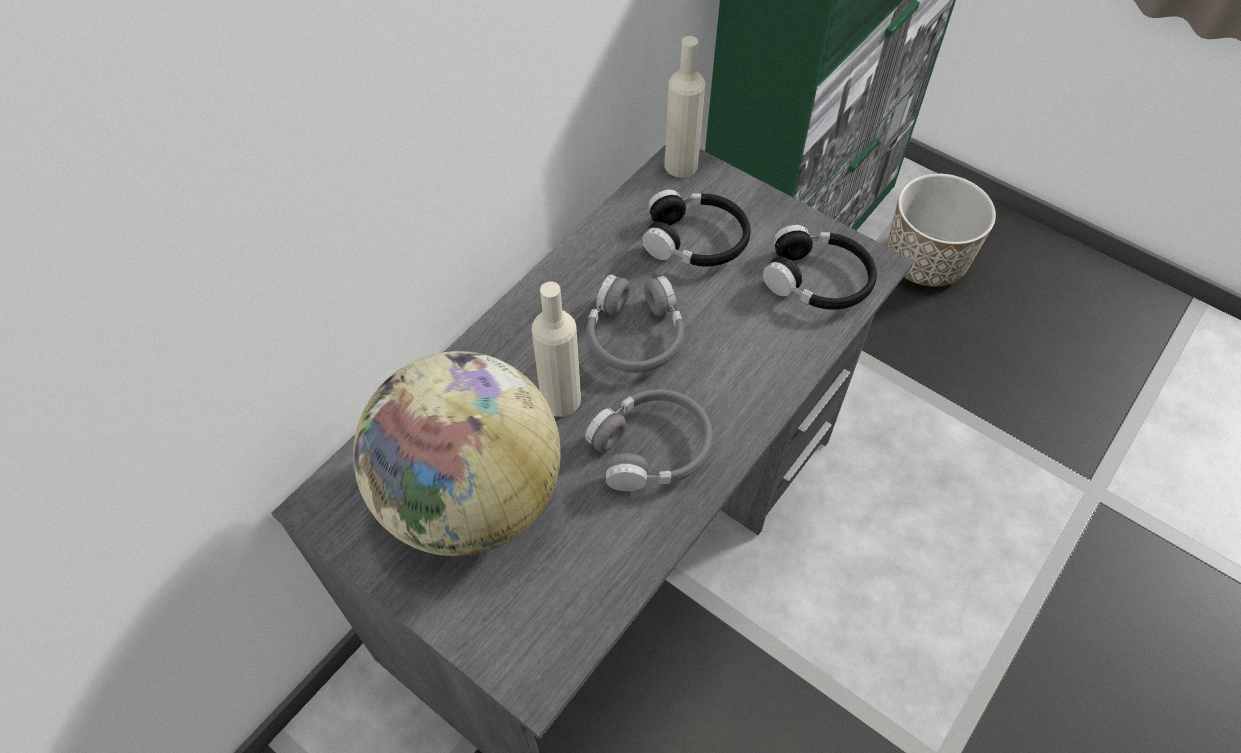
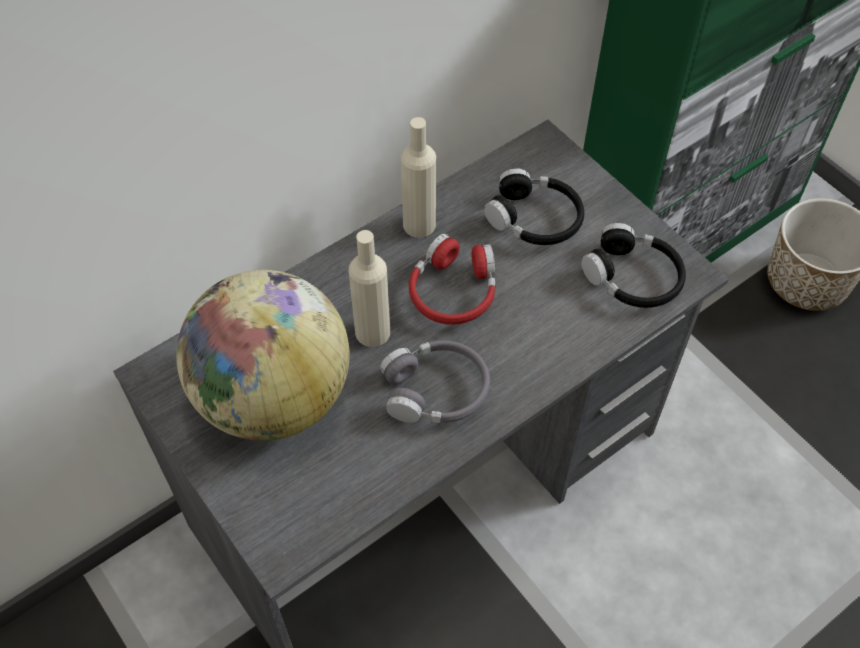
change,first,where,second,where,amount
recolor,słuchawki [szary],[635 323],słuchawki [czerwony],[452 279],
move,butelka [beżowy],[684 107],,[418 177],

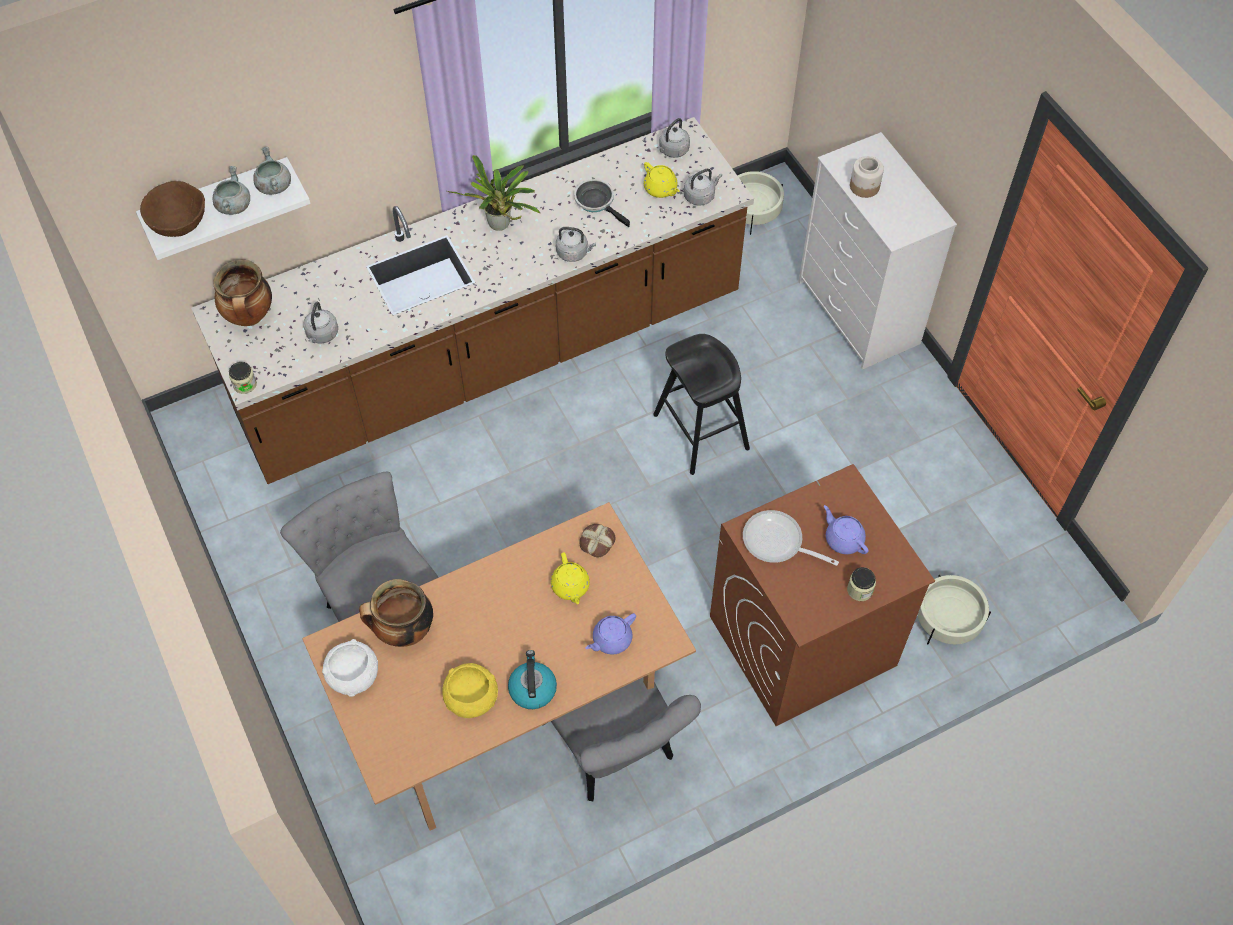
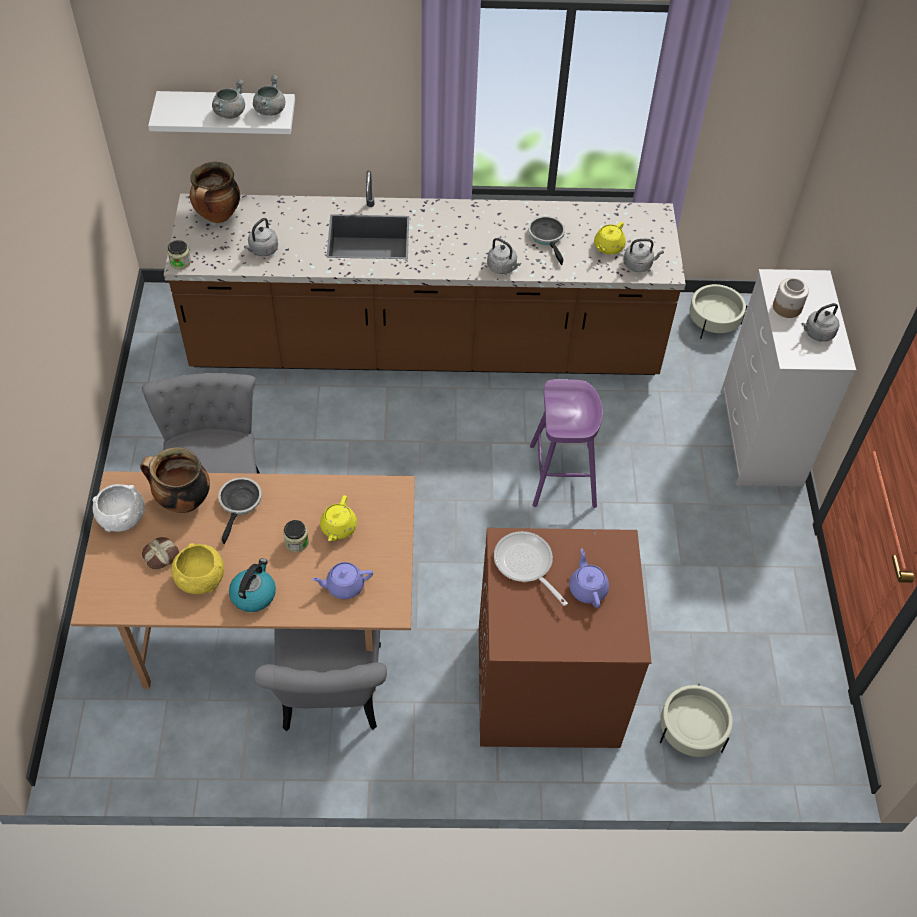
change,first,where,second,where,amount
delete,miska [brązowy],[172 209],,,
delete,roślina doniczkowa,[494 193],,,
move,chleb,[597 541],,[160 553],
rotate,imbryk [żółty],[662 180],,[610 238],45 degrees clockwise
recolor,stołek [czarny],[701 404],stołek [fioletowy],[566 443],
move,czajnik [szary],[673 138],,[820 322],
move,słoik,[861 584],,[296 536],
insert,,,patelnia,[240 511],

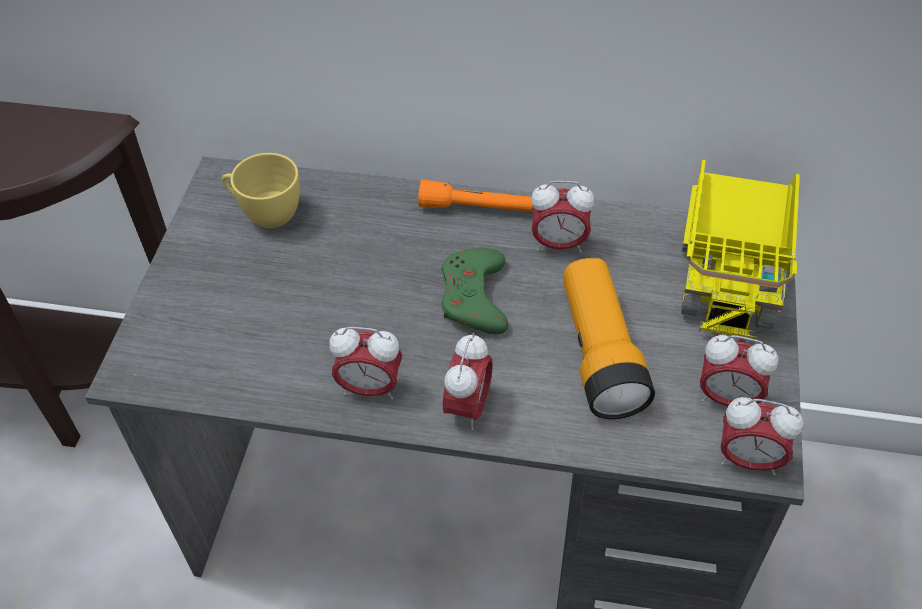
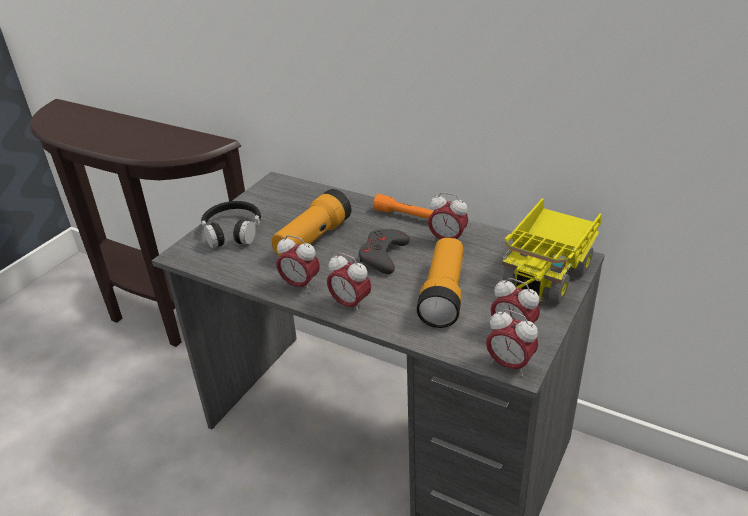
change,first,where,second,where,amount
delete,filiżanka [żółty],[261 190],,,
recolor,pad do gier [zielony],[474 291],pad do gier [szary],[384 251],
rotate,budzik,[468 381],,[349 283],90 degrees clockwise
insert,,,słuchawki [czarny],[231 224],
insert,,,latarka,[312 222],

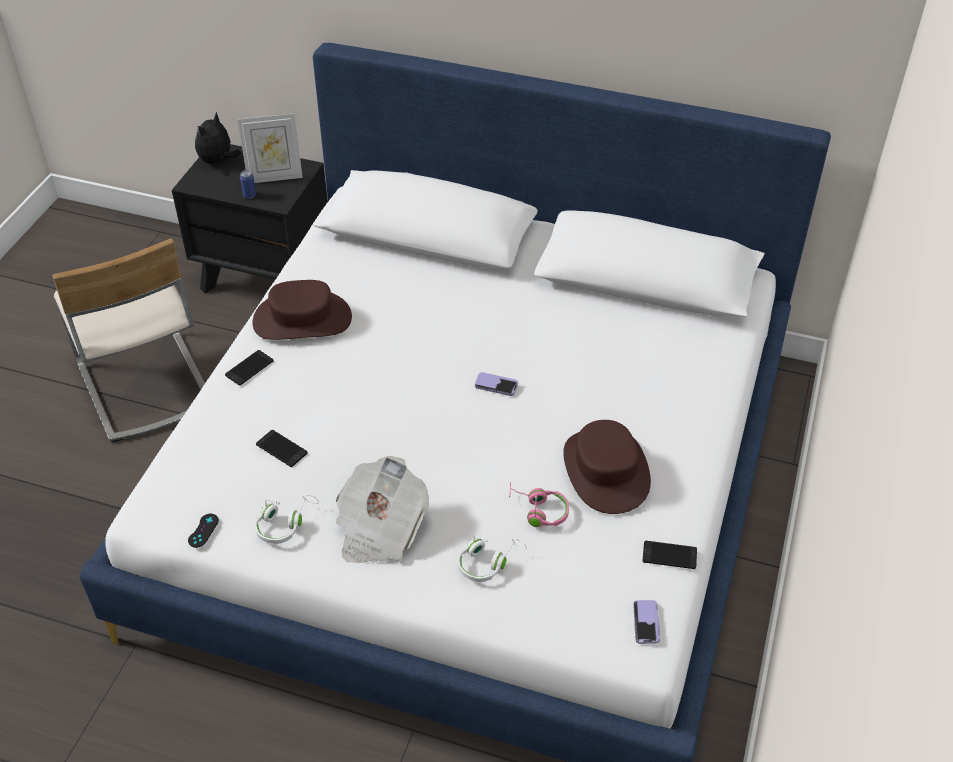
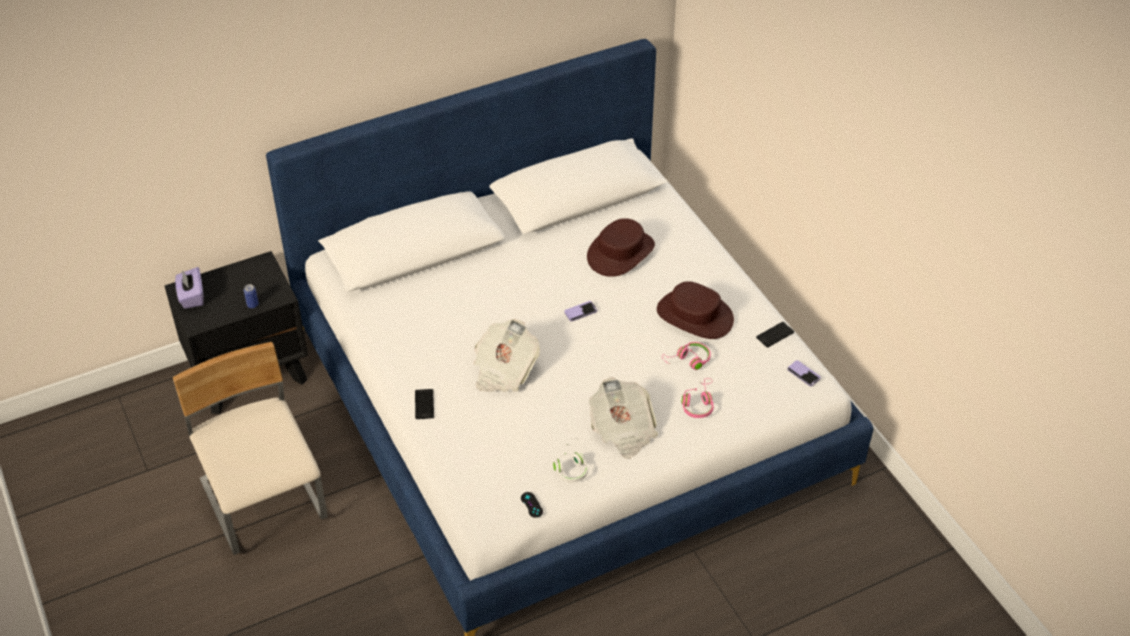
change,first,where,second,where,amount
rotate,krzesło [beżowy],[128 340],,[250 448],135 degrees counterclockwise
replace,pluszak,[218 138],pudełko chusteczek [fioletowy],[189 288],
delete,ramka na zdjęcie,[270 148],,,
move,kapelusz [brązowy],[302 310],,[621 247],
delete,telefon,[282 448],,,
recolor,słuchawki [biały],[492 558],słuchawki [różowy],[698 398],
insert,,,gazeta,[507 355],

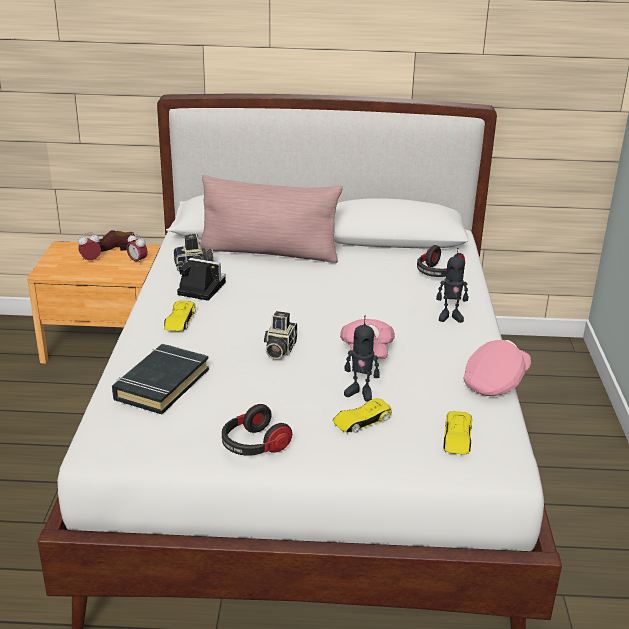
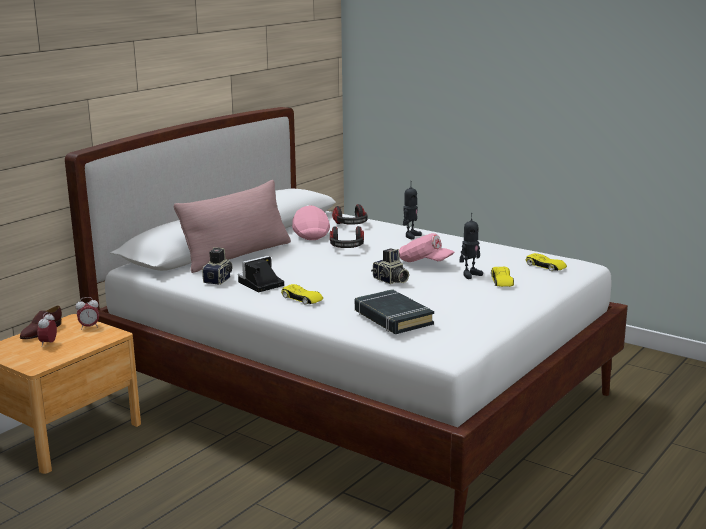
change,first,where,second,where,amount
move,słuchawki,[257 430],,[347 237],
move,czapka z daszkiem [różowy],[497 368],,[311 222],

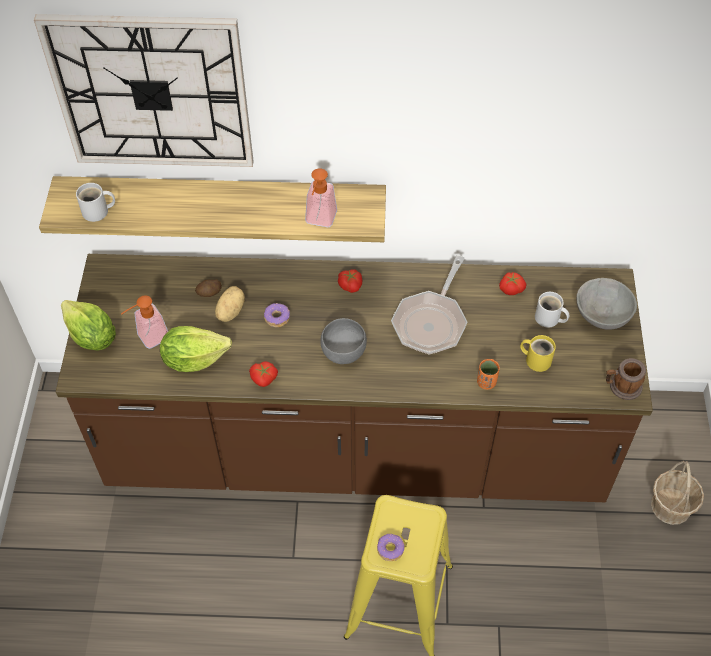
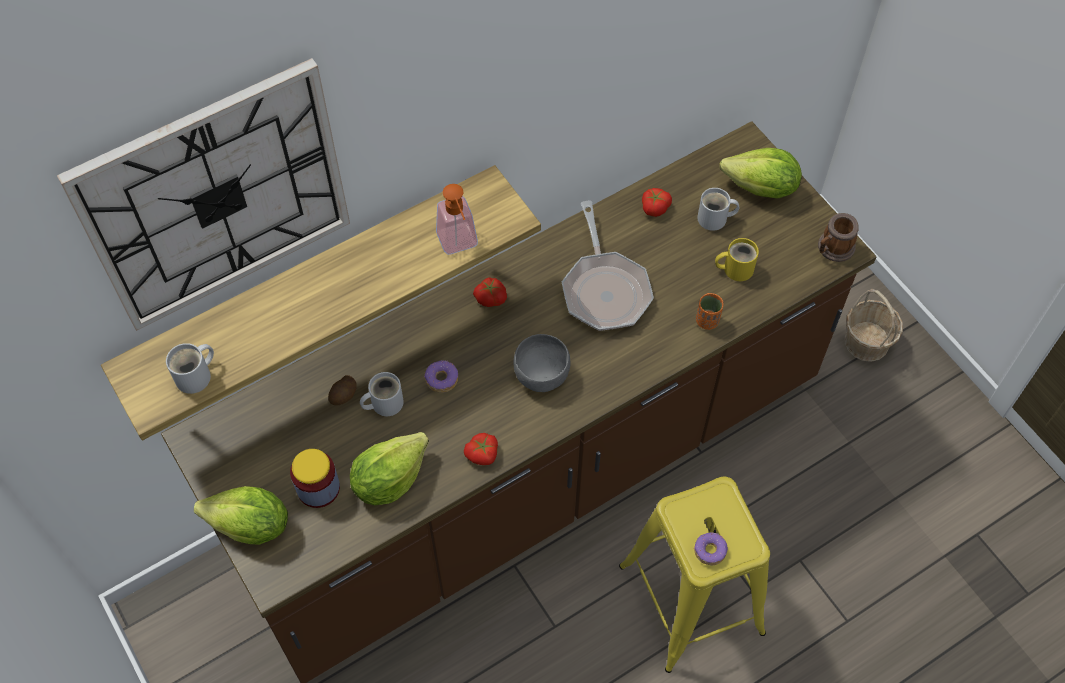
change,first,where,second,where,amount
replace,dozownik mydła,[144 322],słoik,[315 478],
replace,ziemniak,[230 304],kubek [biały],[382 394],
replace,miska [szary],[606 304],sałata,[761 173],

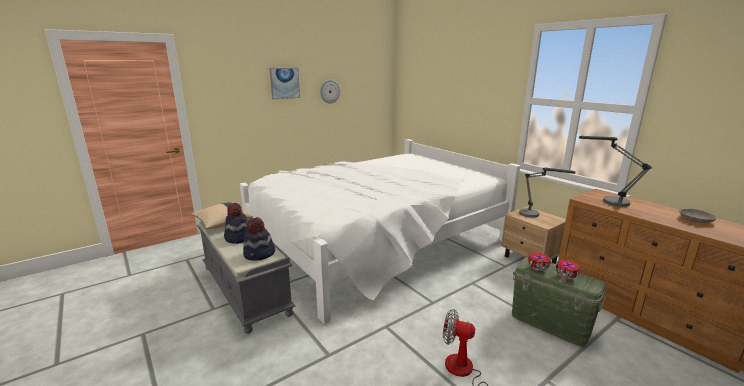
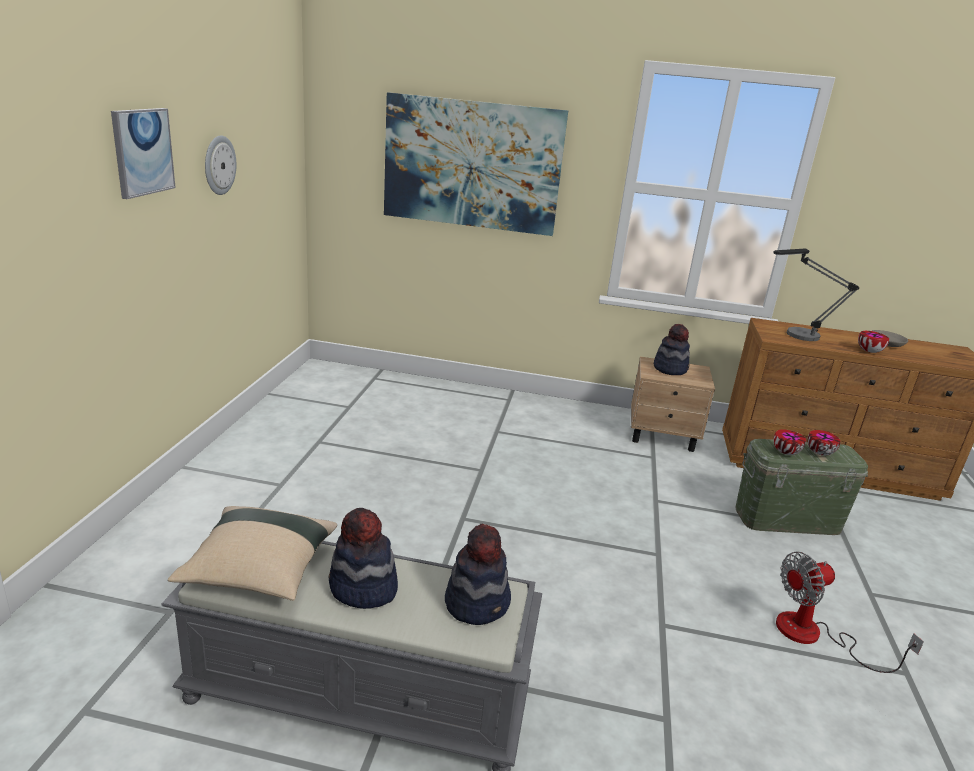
change,first,where,second,where,amount
delete,łóżko [biały],[380 232],,,
replace,lampa stołowa,[547 192],kapelusz,[672 349],
insert,,,obraz,[476 164],
insert,,,miska,[873 342],

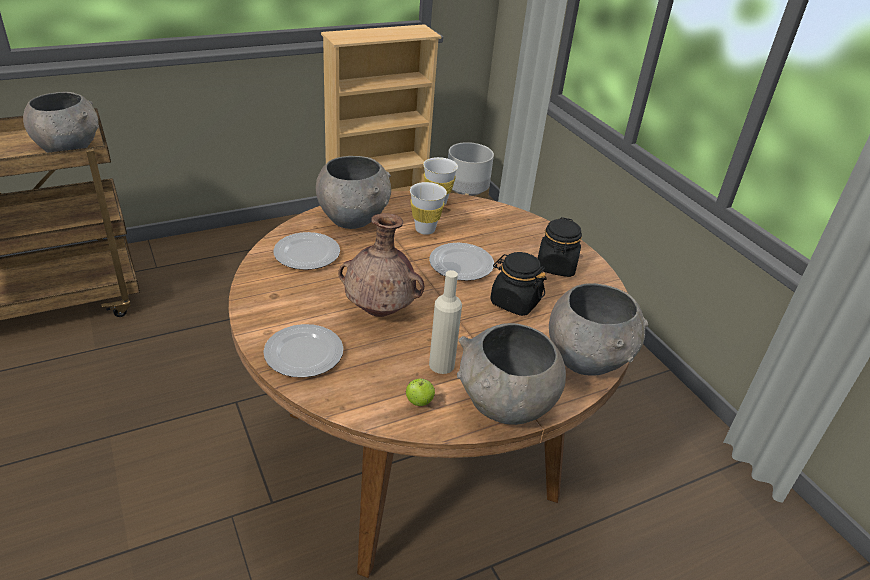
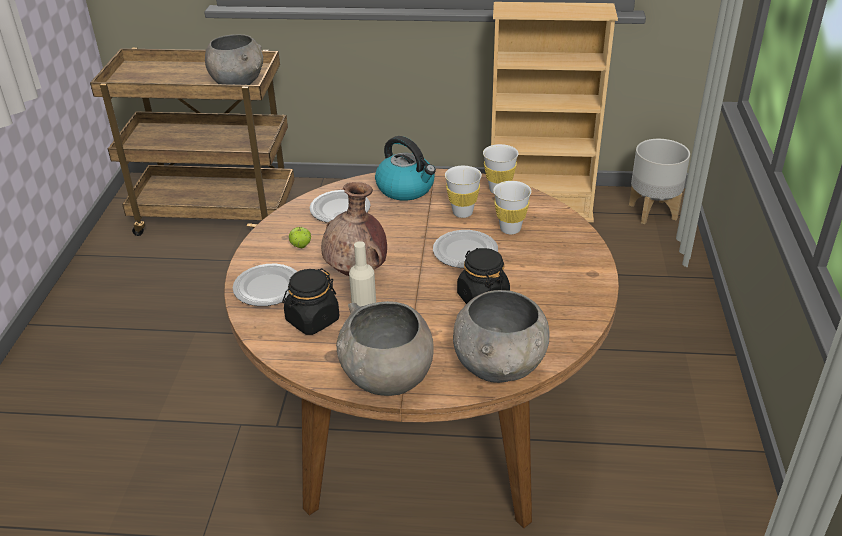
change,first,where,second,where,amount
replace,miska [szary],[353 192],czajnik,[405 168],
move,jabłko,[420 392],,[300 237],
move,słoik [czarny],[559 247],,[310 301],
insert,,,filiżanka [biały],[512 207],

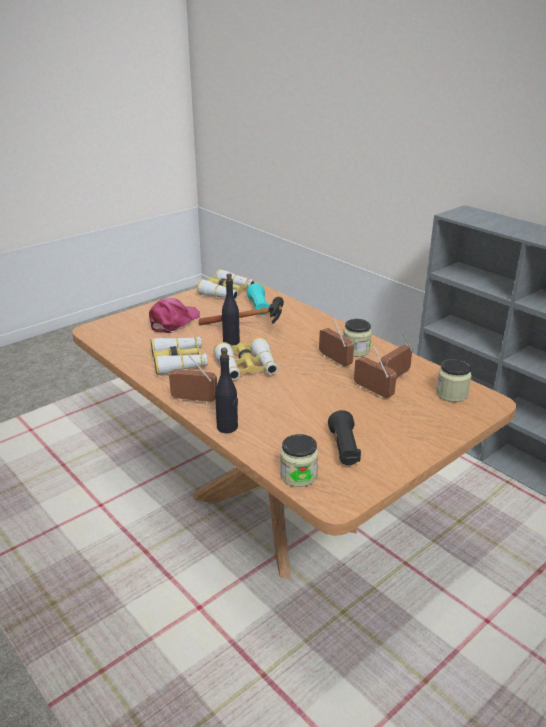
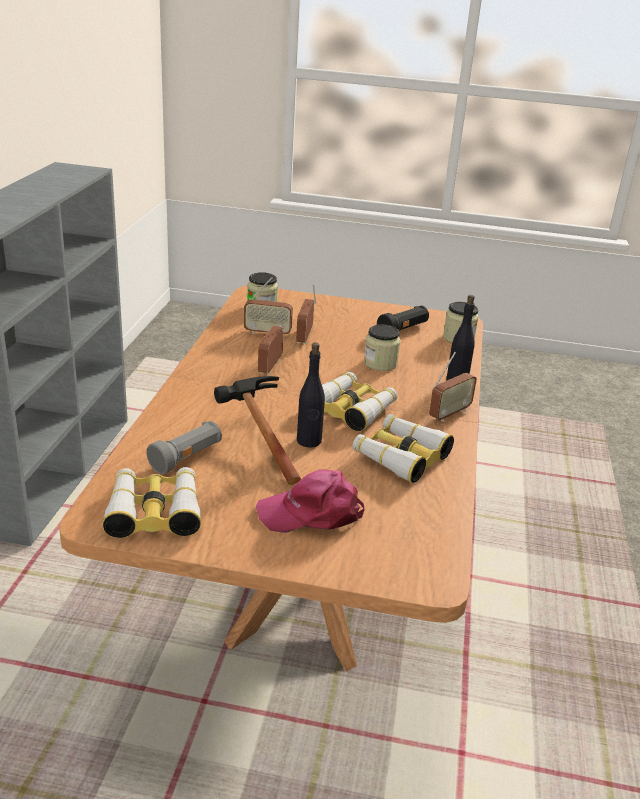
change,first,where,second,where,amount
rotate,radio,[193 379],,[453 387],105 degrees counterclockwise
recolor,latarka [turkusowy],[257 299],latarka [szary],[184 447],
move,słoik,[357 338],,[382 347],

